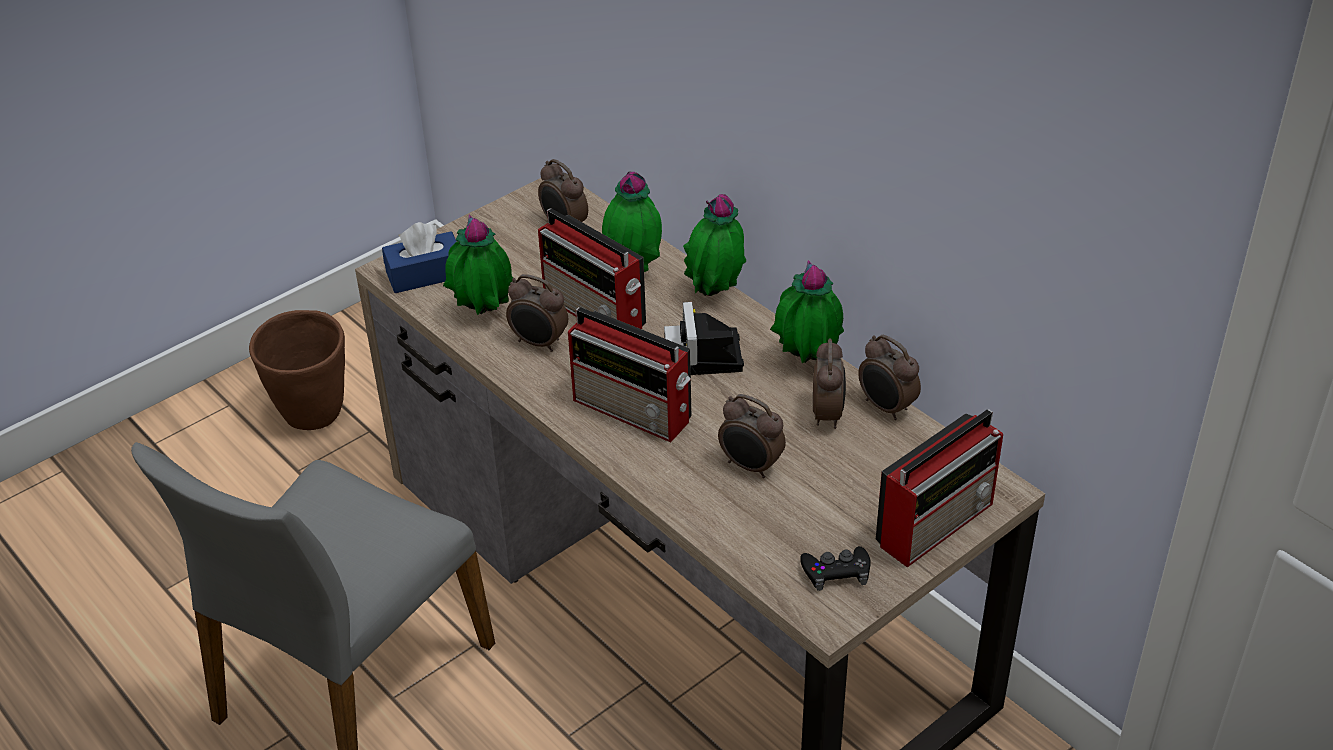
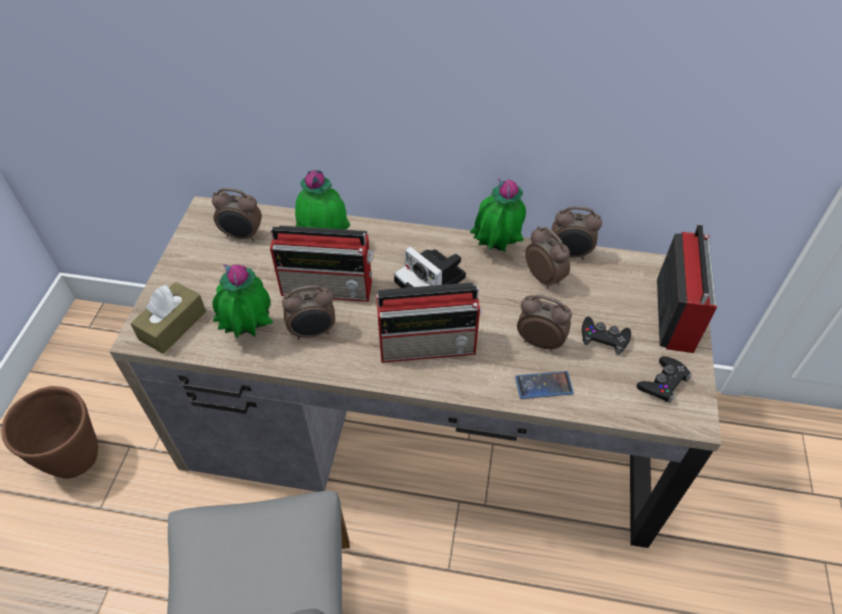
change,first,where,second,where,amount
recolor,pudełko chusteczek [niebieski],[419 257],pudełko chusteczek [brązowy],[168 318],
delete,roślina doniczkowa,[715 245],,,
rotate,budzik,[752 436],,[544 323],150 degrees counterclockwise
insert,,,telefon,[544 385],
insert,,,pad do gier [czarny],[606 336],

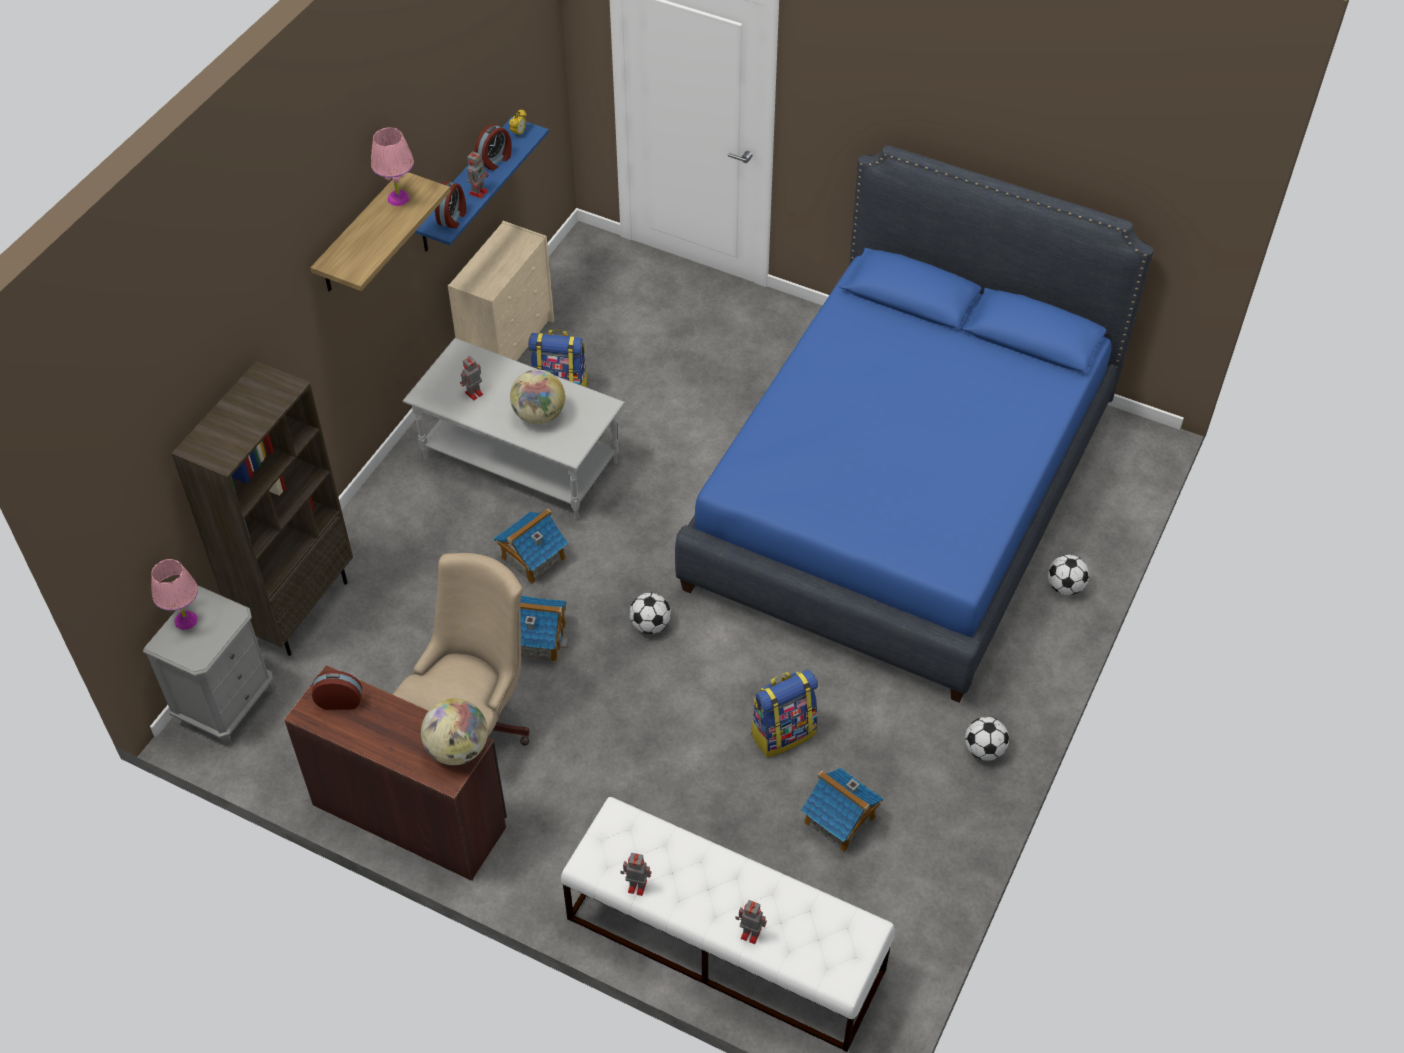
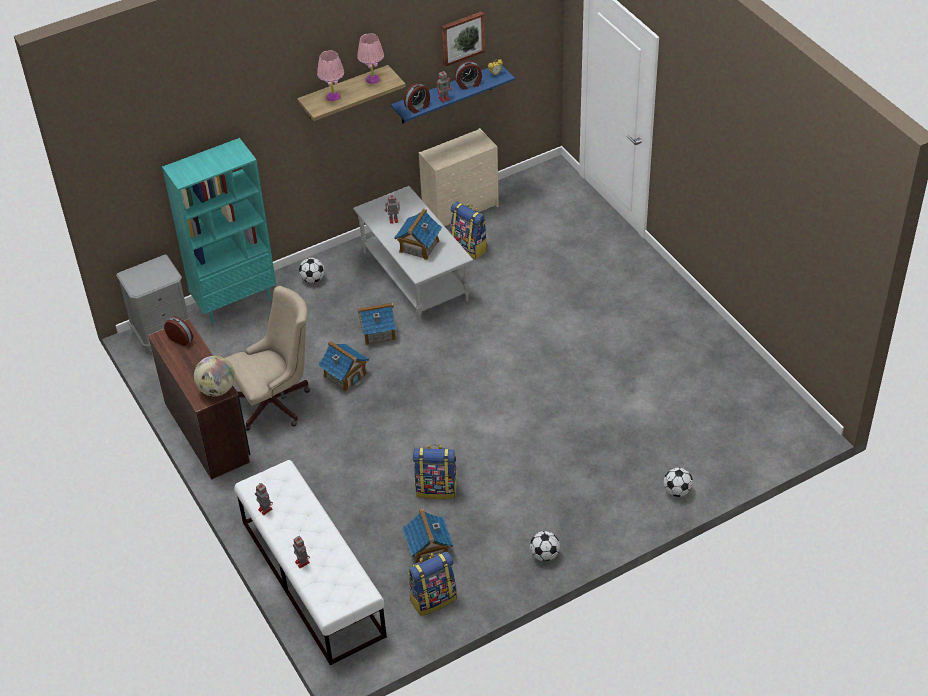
change,first,where,second,where,amount
move,lampa stołowa [różowy],[174 594],,[330 75],
recolor,regał [brązowy],[262 508],regał [turkusowy],[219 231],
replace,globus,[537 396],domek,[418 234],
move,piłka futbolowa,[650 613],,[312 270],
delete,łóżko [niebieski],[914 424],,,
insert,,,plecak,[432 583],
insert,,,obraz,[463 39],

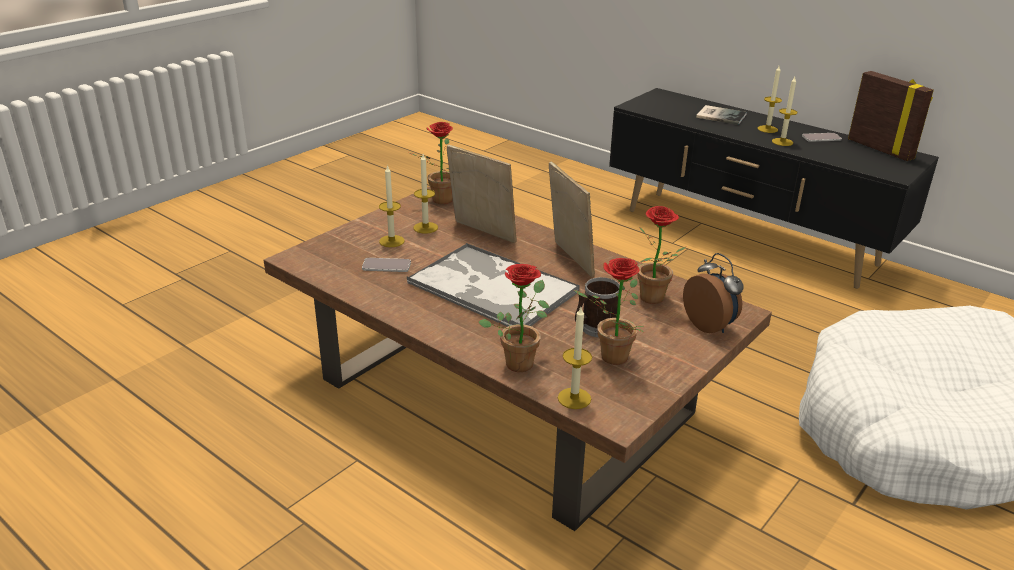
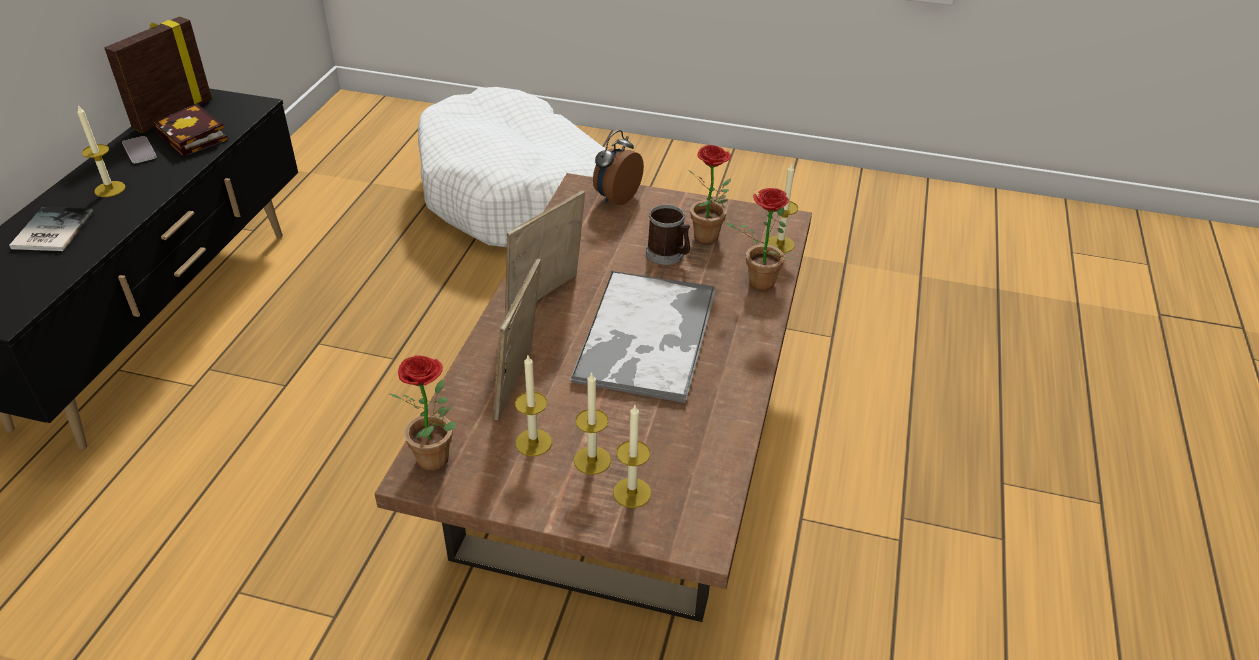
change,first,where,second,where,amount
delete,telefon,[386 265],,,
delete,roślina doniczkowa,[661 255],,,
move,świeca,[785 111],,[632 456],
insert,,,książka,[191 130],

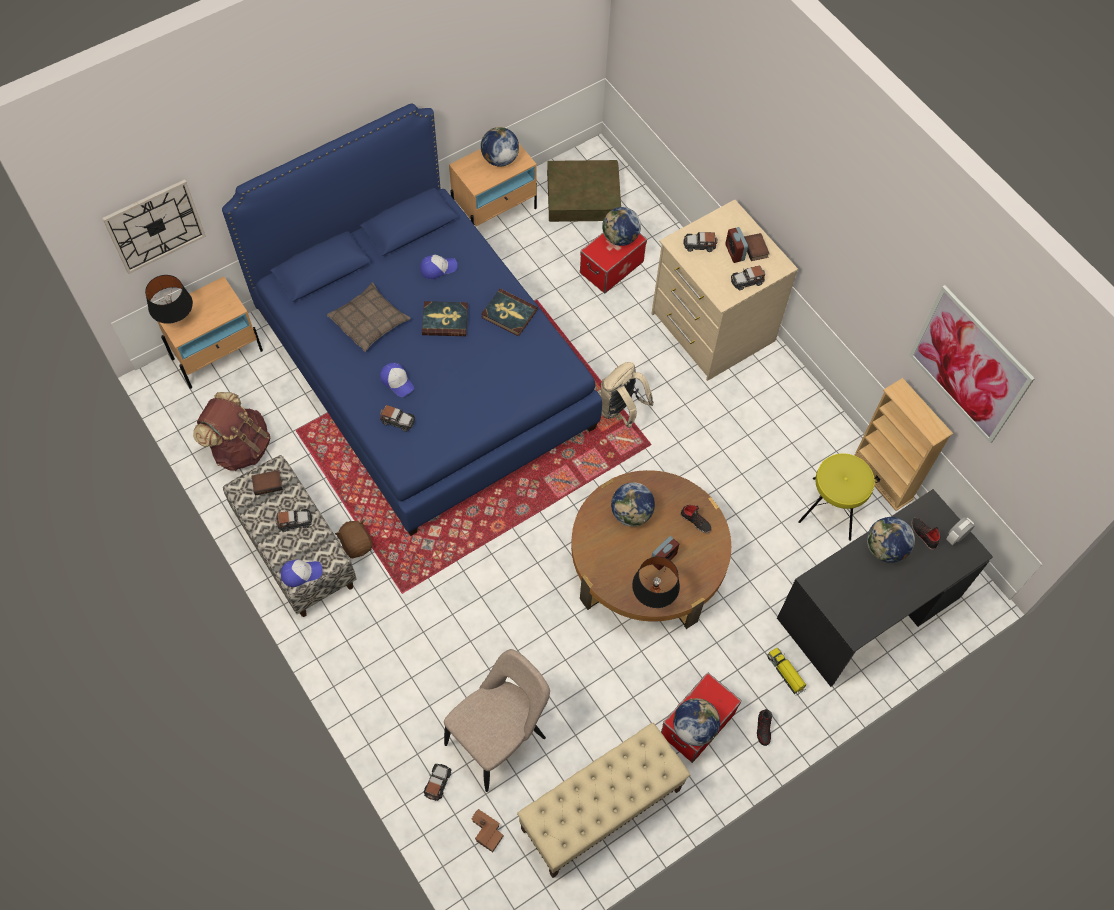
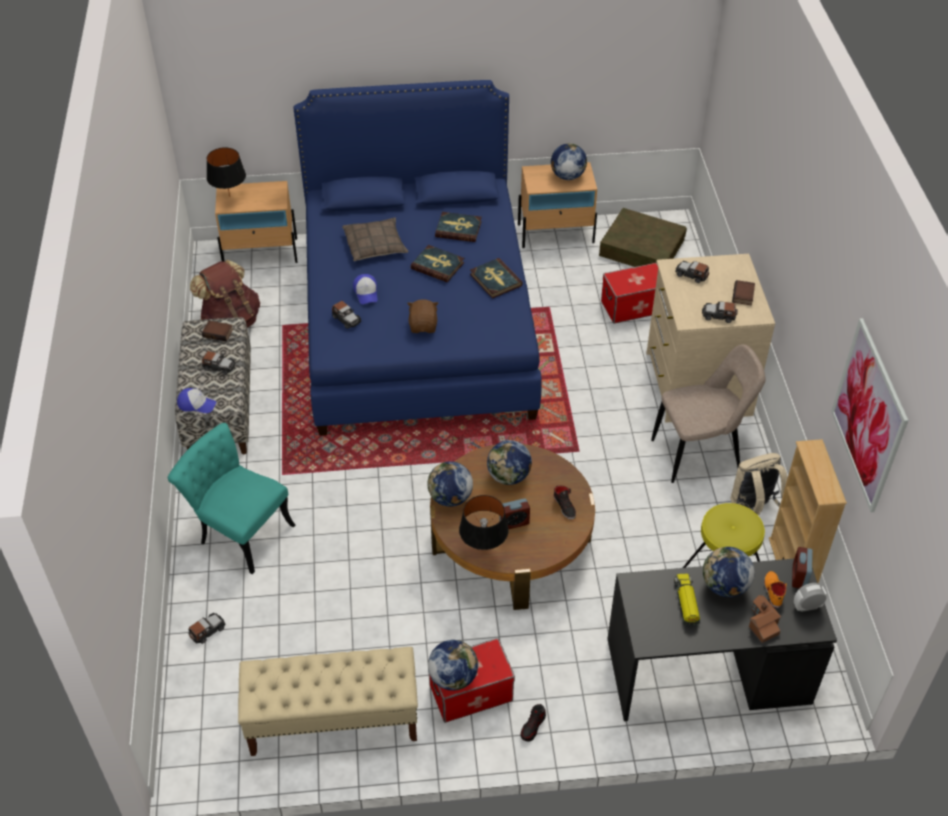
change,first,where,second,where,amount
delete,zegar ścienny,[154 226],,,
move,pluszak [brązowy],[353 539],,[422 316],
replace,czapka z daszkiem,[438 266],książka,[458 227],
move,krzesło [beżowy],[497 720],,[708 413],
move,domek,[487 830],,[765 619],
move,plecak [beżowy],[627 395],,[759 484],
move,globus,[621 226],,[450 484],
move,budzik,[736 245],,[802 567],
move,ciężarówka zabawkowa,[786 671],,[687 600],
recolor,but [czarny],[925 533],but [pomarańczowy],[775 589],
insert,,,krzesło [turkusowy],[231 498],

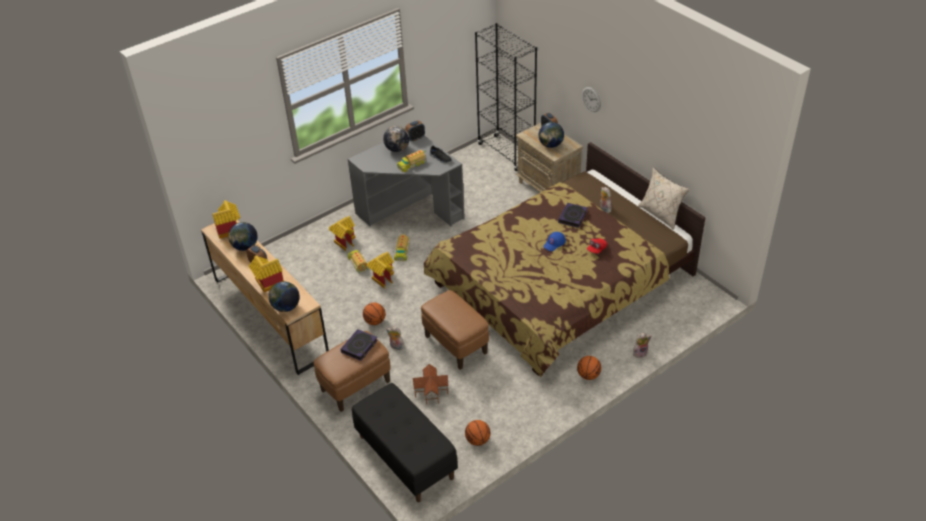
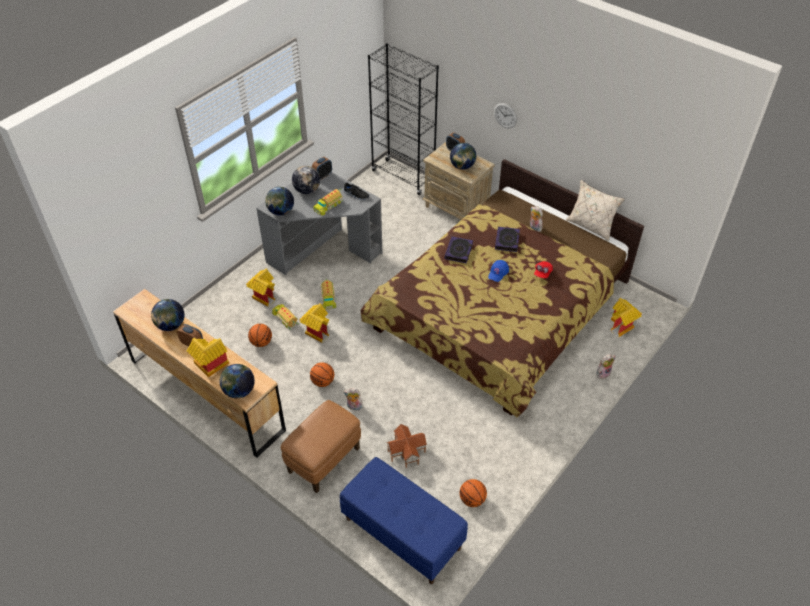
change,first,where,second,where,amount
move,domek,[226 219],,[626 317],
move,książka,[359 345],,[459 249],
recolor,ławka [czarny],[405 442],ławka [niebieski],[404 520],
delete,pufa [brązowy],[455 330],,,
move,piłka do koszykówki,[589 368],,[260 335],
insert,,,globus,[279 201],

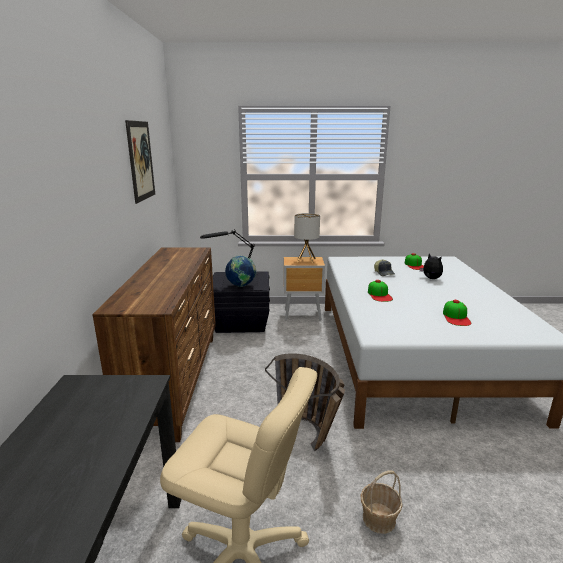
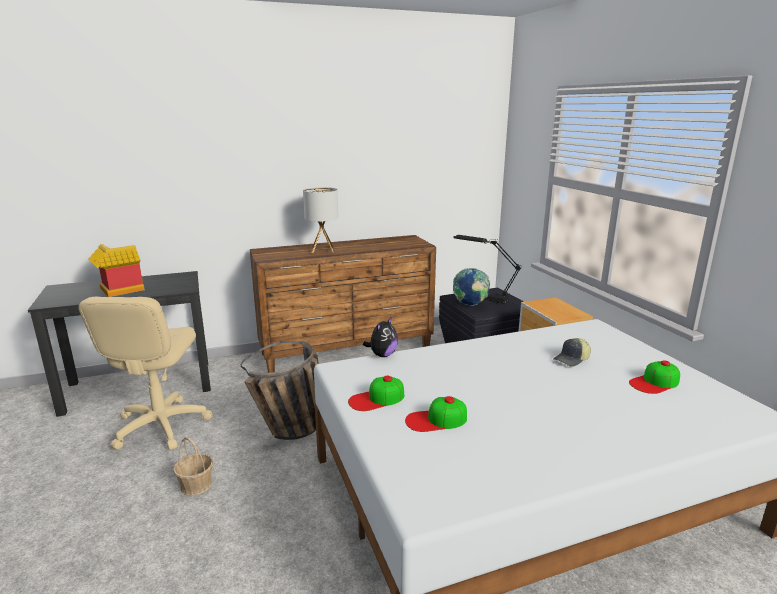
change,first,where,second,where,amount
delete,obraz,[140 162],,,
move,lampa stołowa,[307 238],,[320 220],
move,czapka z daszkiem,[380 291],,[376 393],
move,pluszak,[431 266],,[380 336],
insert,,,domek,[116 270],

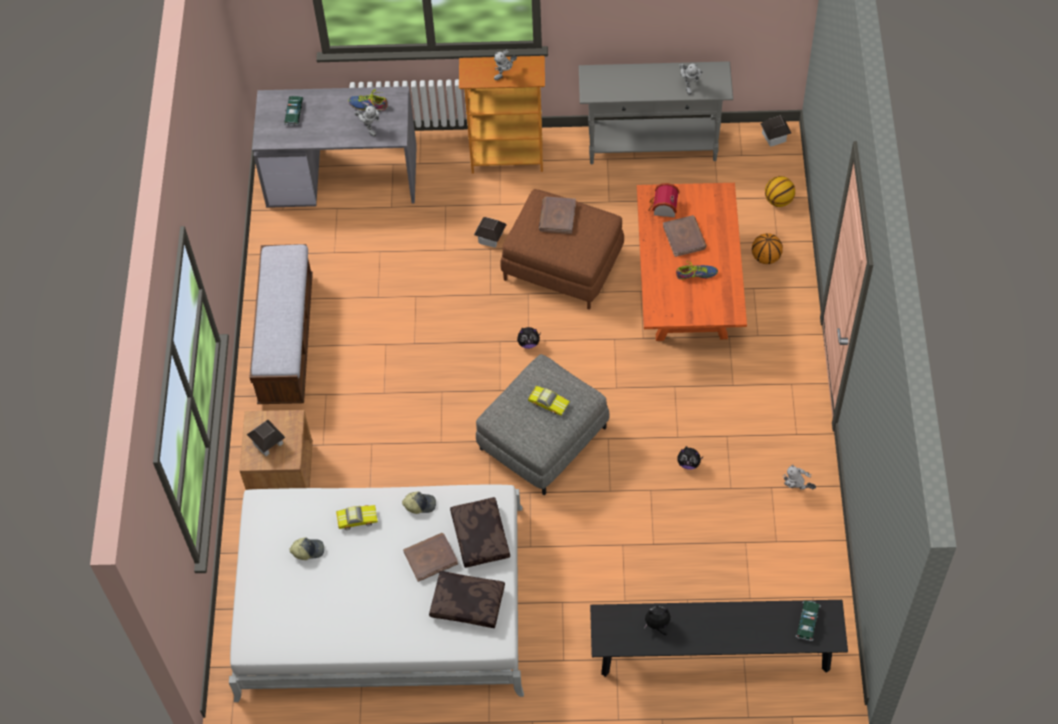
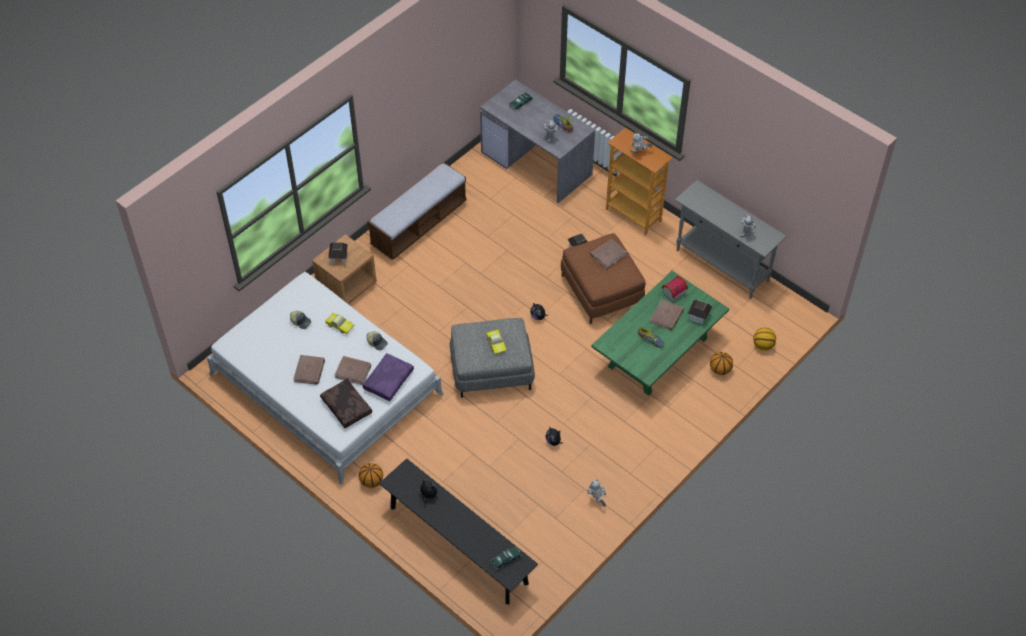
change,first,where,second,where,amount
recolor,poduszka [brązowy],[480 532],poduszka [fioletowy],[388 377],
recolor,ława [pomarańczowy],[692 262],ława [zielony],[660 333],
move,domek,[775 131],,[699 312],
insert,,,książka [brązowy],[309 370],
insert,,,piłka do koszykówki,[371 475],

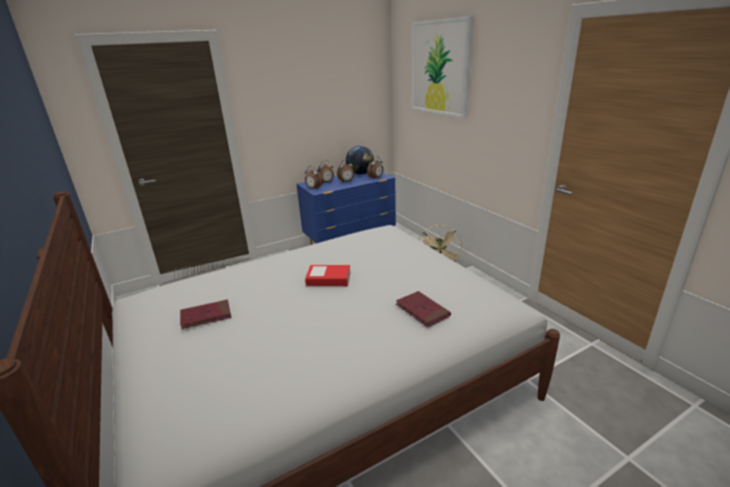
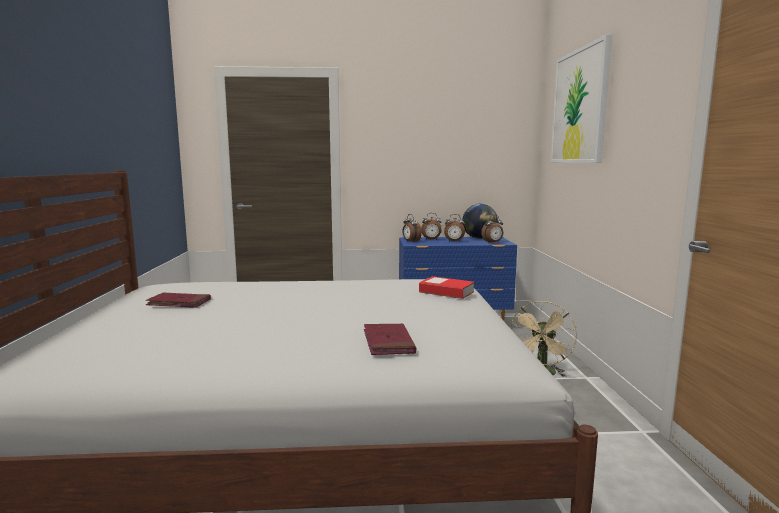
change,first,where,second,where,amount
move,książka,[328 275],,[446 287],

